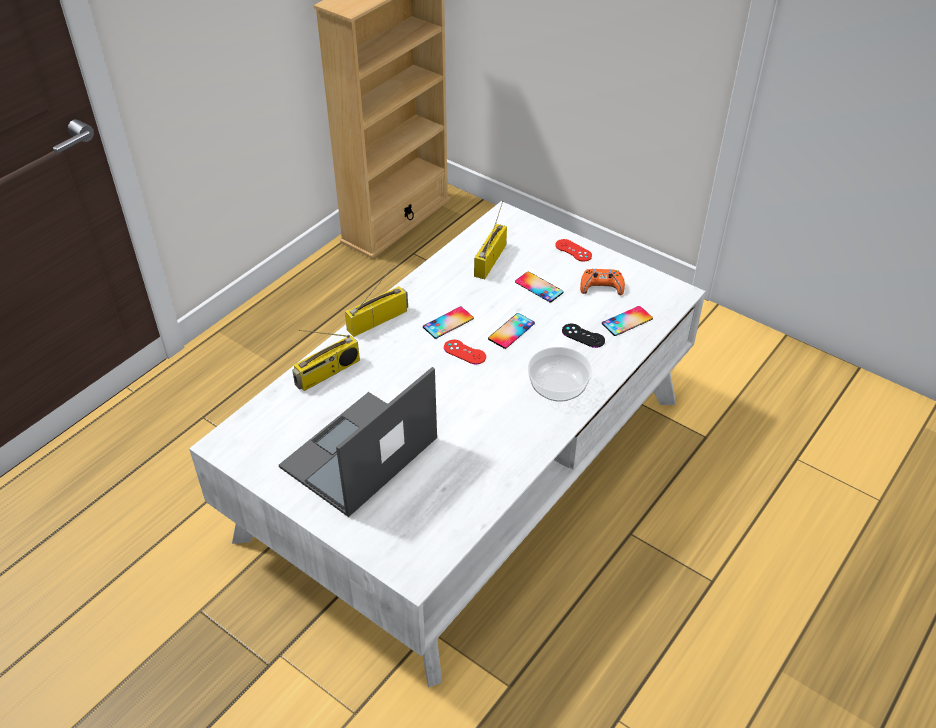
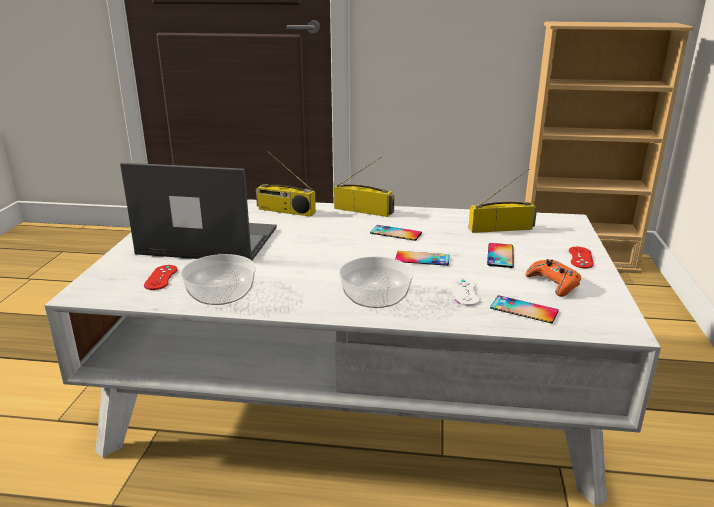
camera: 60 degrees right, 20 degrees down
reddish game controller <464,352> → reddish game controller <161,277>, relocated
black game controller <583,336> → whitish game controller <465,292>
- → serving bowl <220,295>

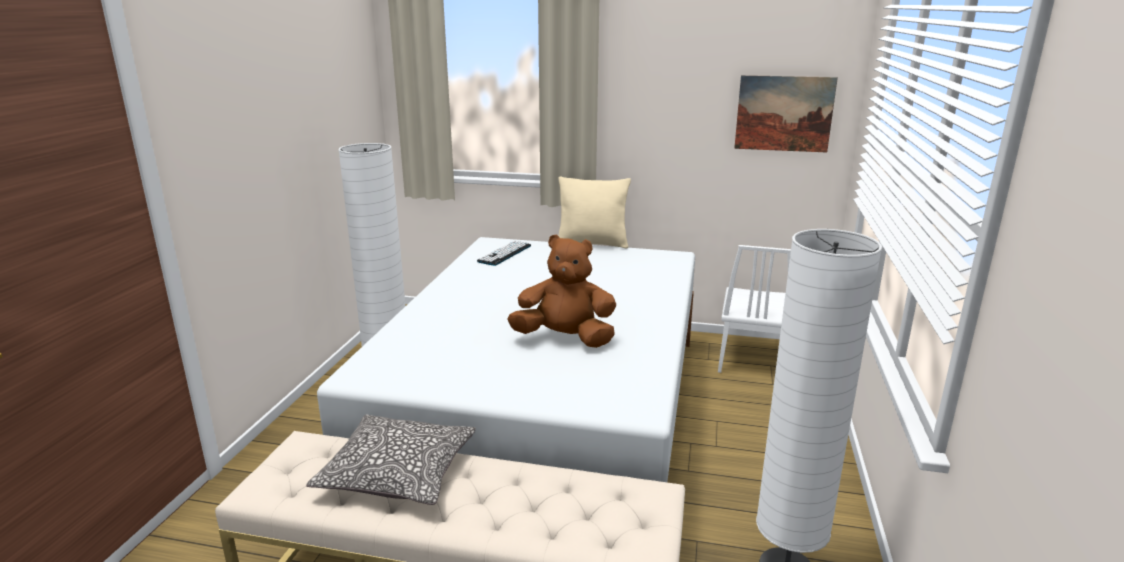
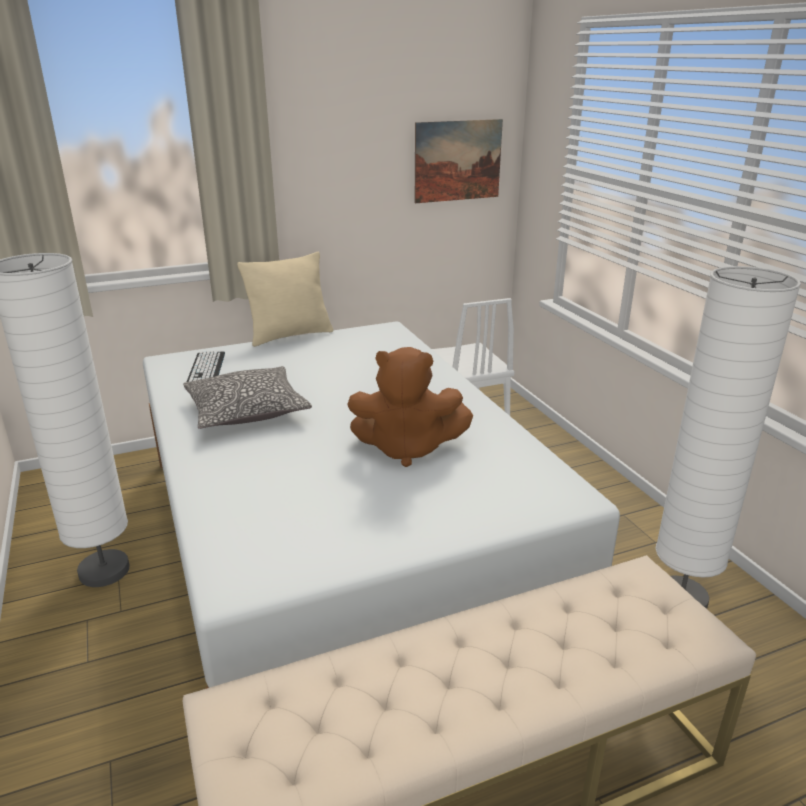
camera: 35 degrees left, 5 degrees up
pillow <398,473> → pillow <247,411>, relocated
brown cuddly toy <565,339> → brown cuddly toy <407,448>, 150 degrees counterclockwise

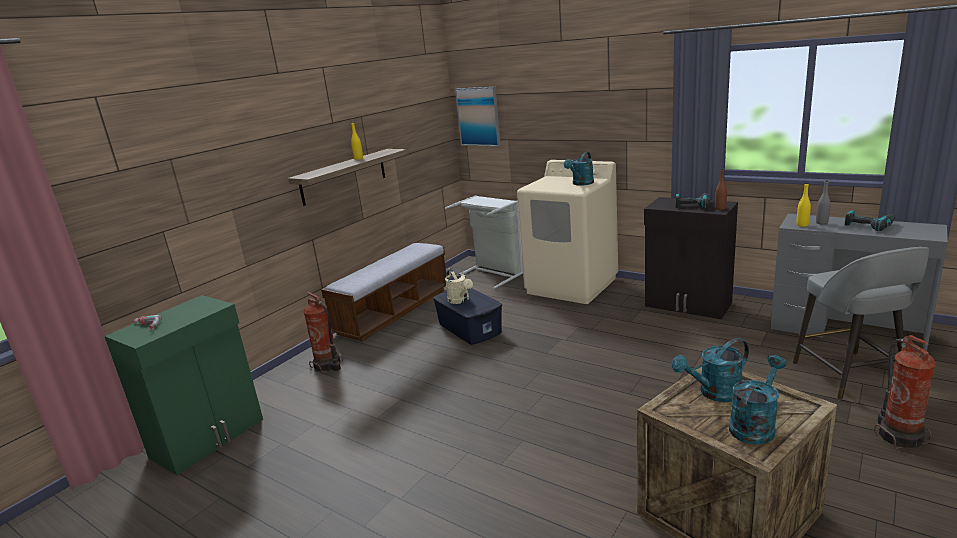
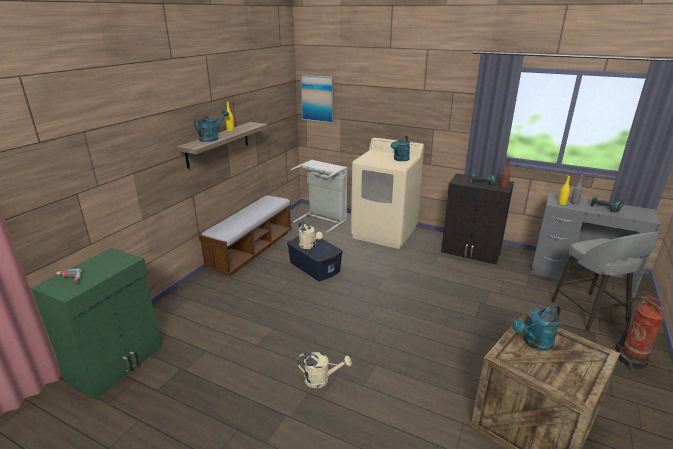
camera: 10 degrees left, 5 degrees up
extinguisher <328,366> → -
turquoise-coloured watering pot <754,425> → turquoise-coloured watering pot <212,138>, relocated
- → sand-coloured watering pot <321,379>

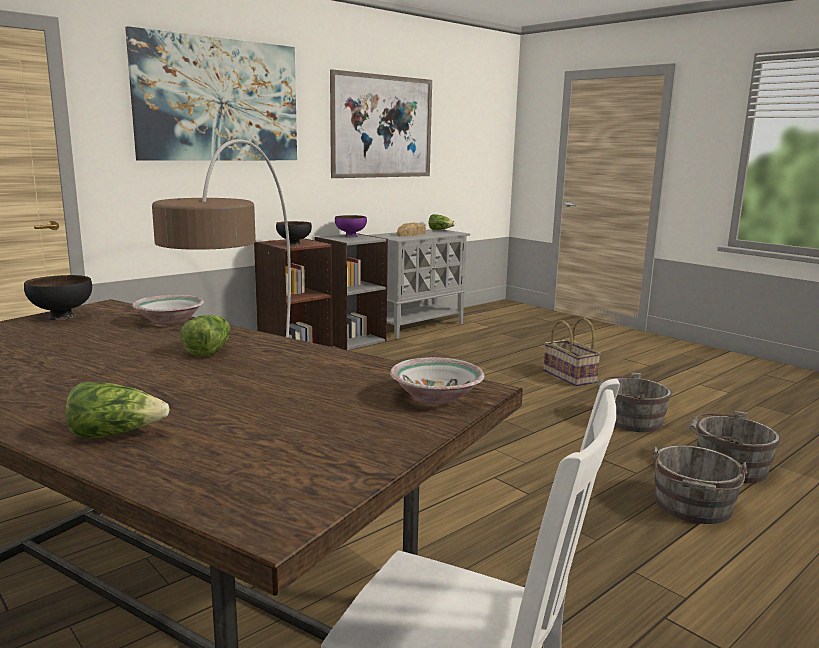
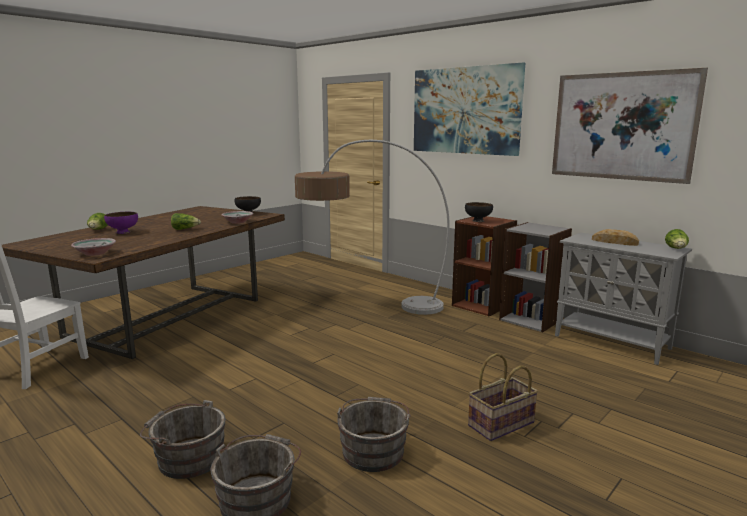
camera: 85 degrees right, 0 degrees up
purple serving bowl <351,236> → purple serving bowl <123,232>, relocated

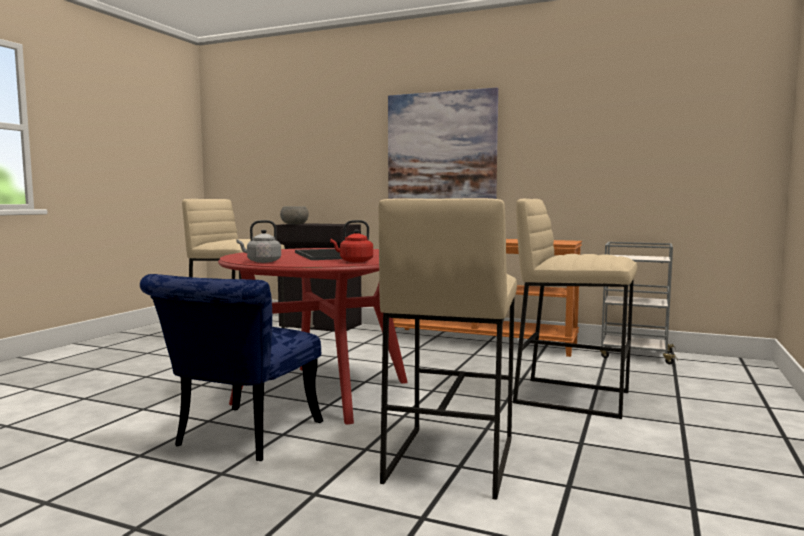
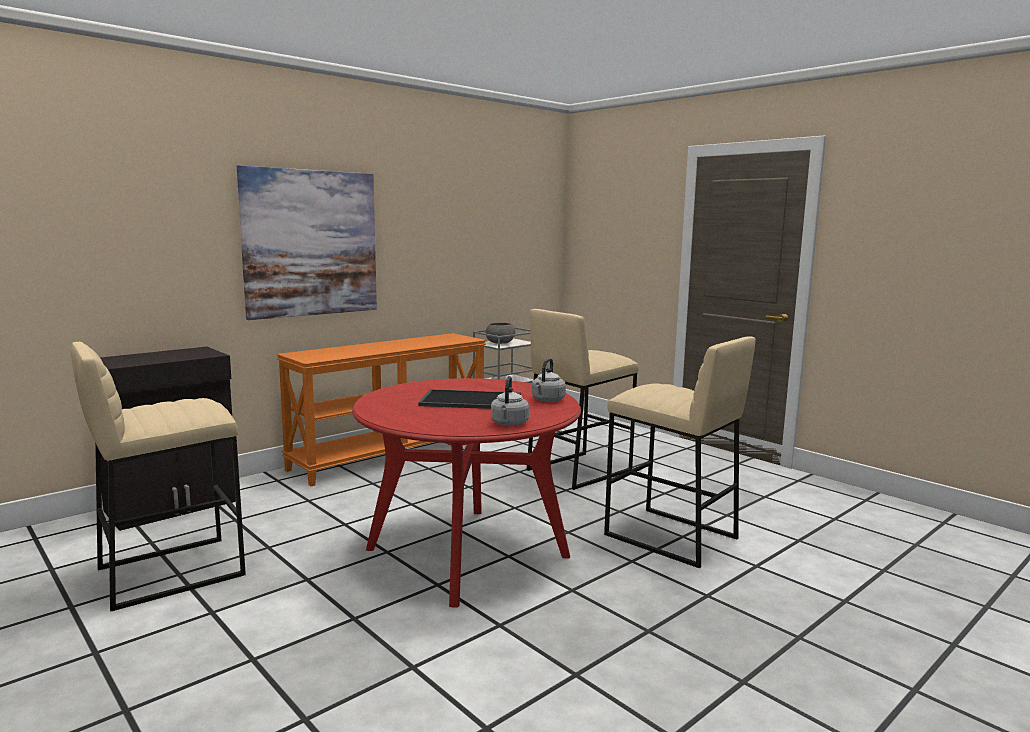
camera: 65 degrees left, 5 degrees up
bluish upright chair <240,438> → -
greyish serving bowl <295,224> → greyish serving bowl <500,343>, relocated
reddish water kettle <354,261> → greyish water kettle <547,400>

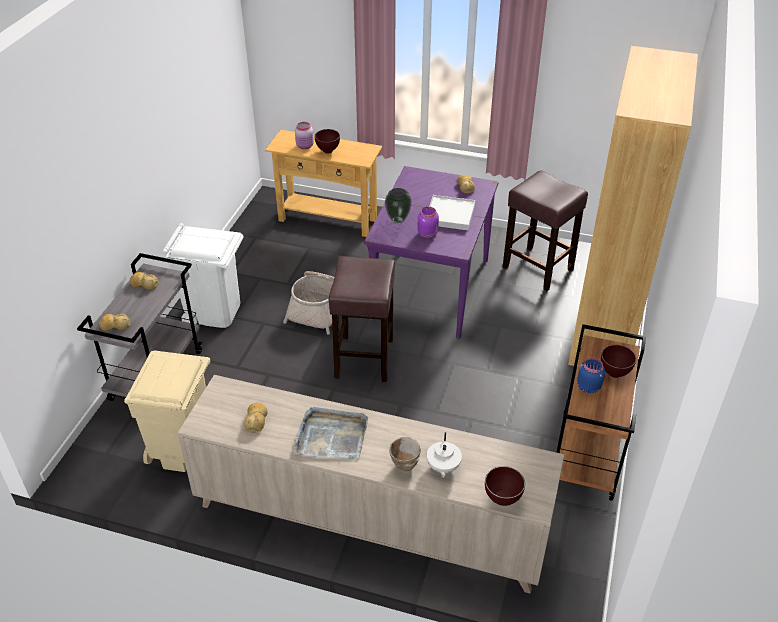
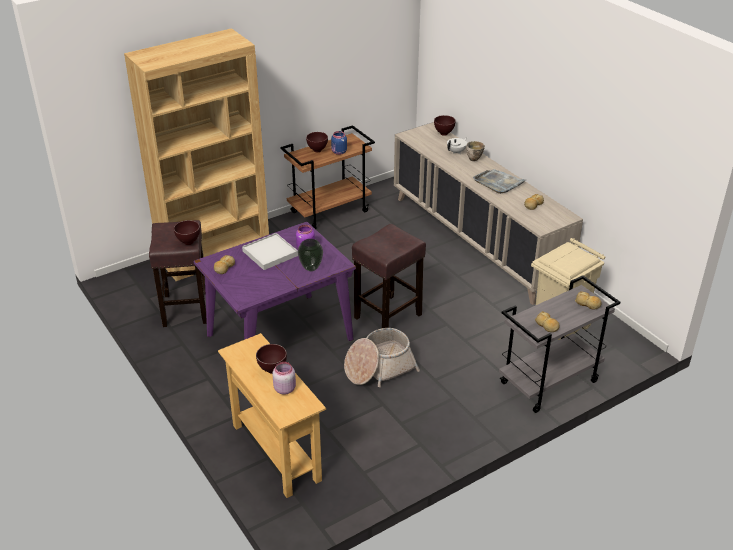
camera: 140 degrees left, 5 degrees down
whitish rubbish bin <214,311> → -
- → brown serving bowl <188,242>

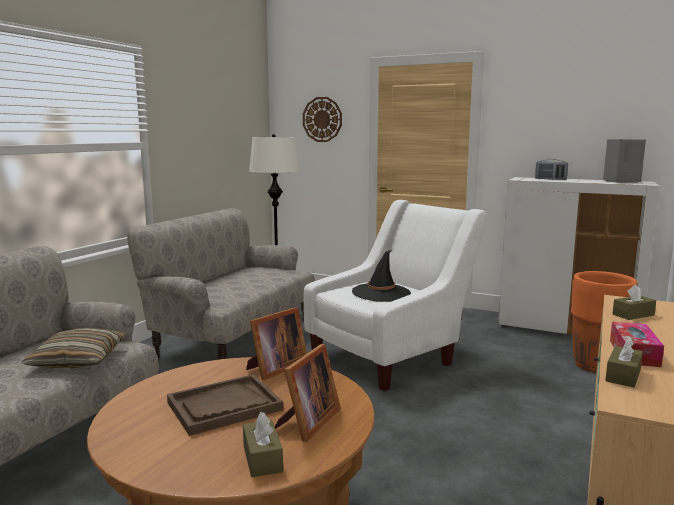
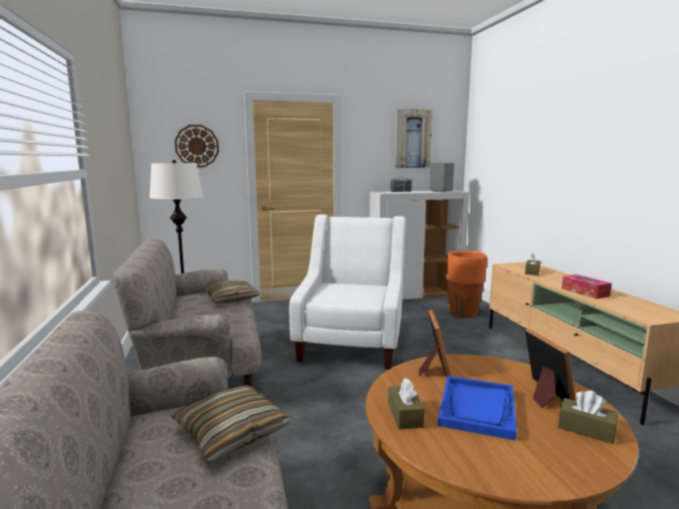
camera: 40 degrees left, 0 degrees up
brown serving tray <224,406> → bluish serving tray <477,408>
black wearable hat <381,293> → -
brown box of tissues <623,375> → brown box of tissues <405,415>, relocated
- → pillow <231,299>
- → wall art <412,139>

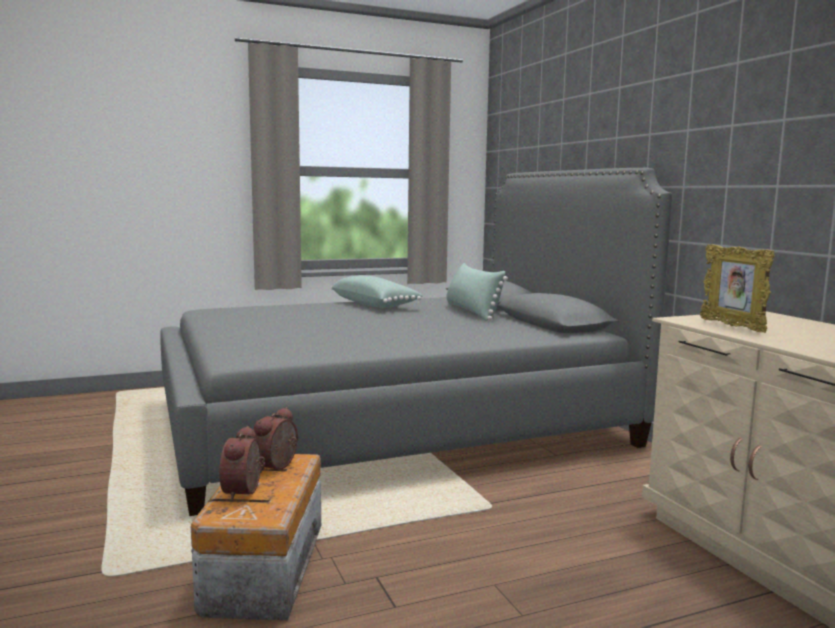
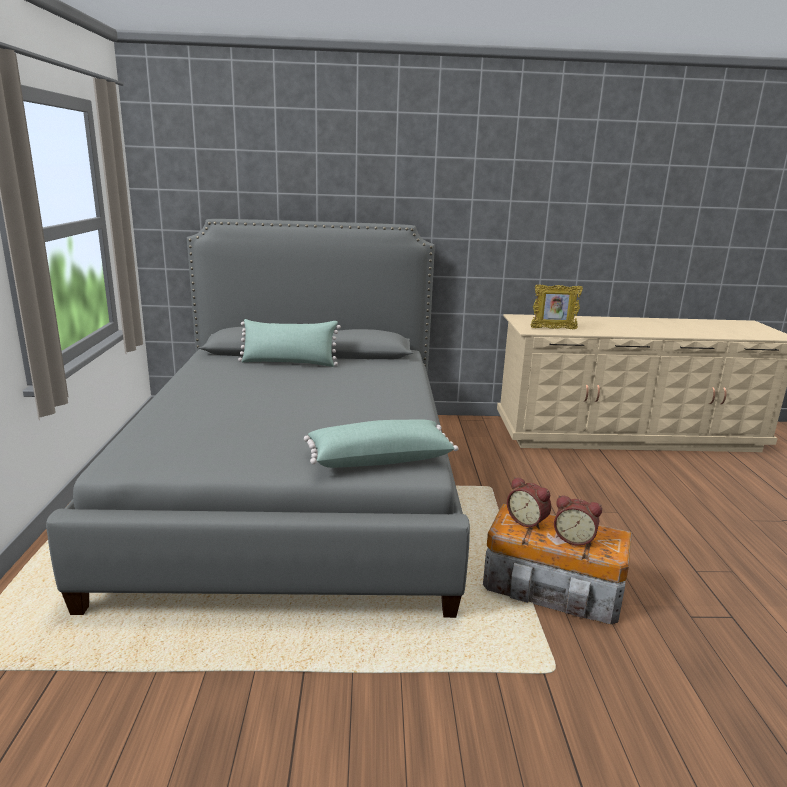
camera: 70 degrees left, 10 degrees up
greenish pillow <375,305> → greenish pillow <379,458>, relocated

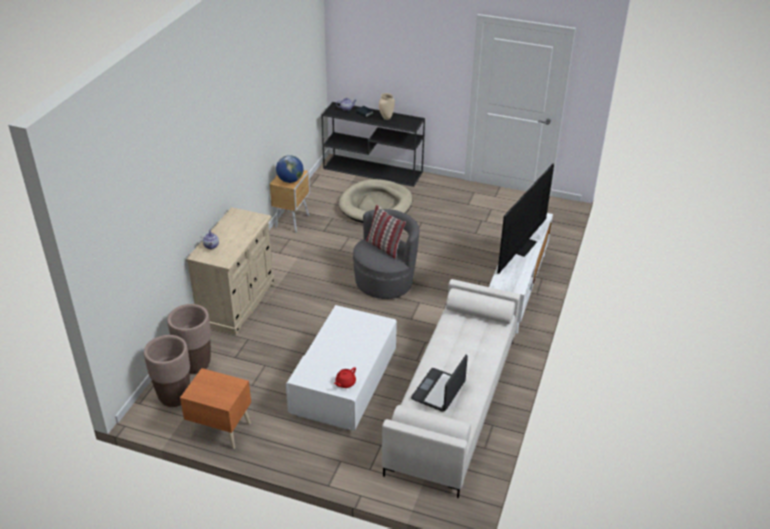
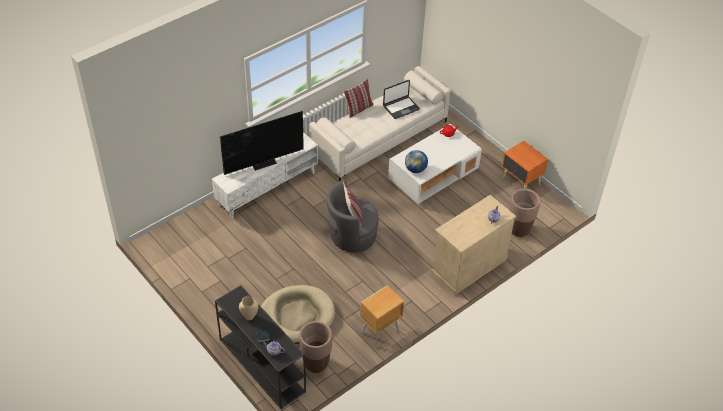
camera: 150 degrees left, 10 degrees up
brown flower pot <174,397> → brown flower pot <316,363>, relocated
desk globe <290,180> → desk globe <415,169>, relocated
- → pillow <358,109>

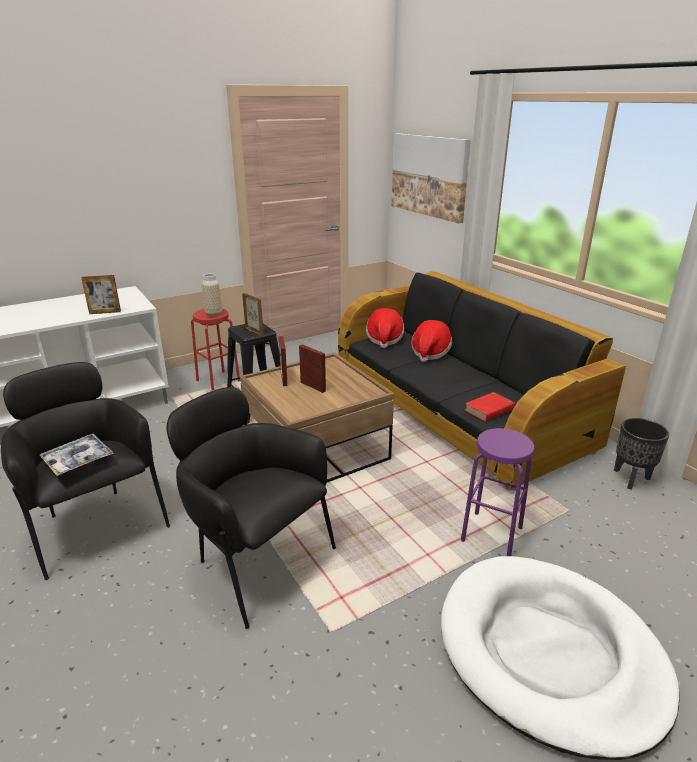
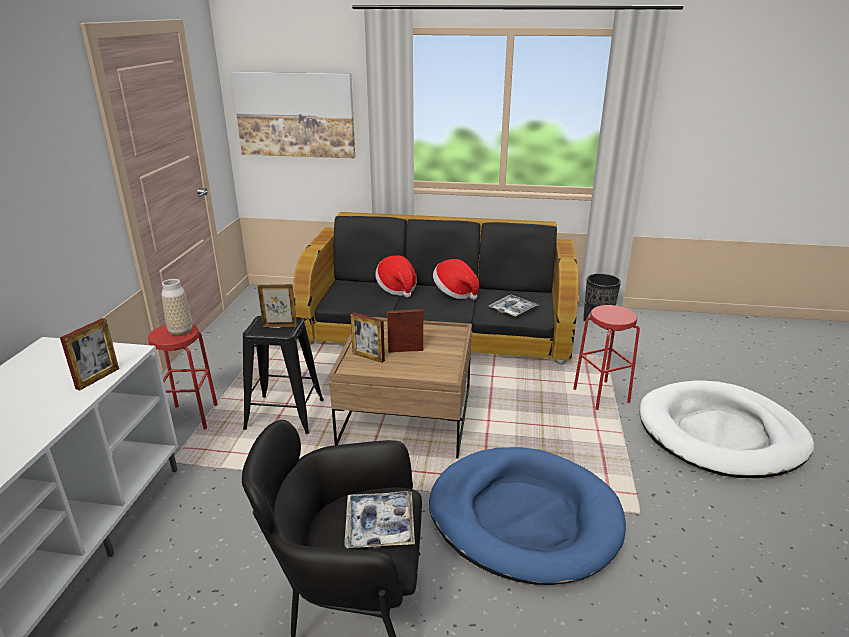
camera: 50 degrees left, 0 degrees up
black lounge chair <255,560> → bluish dog cushion <524,517>
wearable hat <384,339> → wearable hat <455,292>, relocated
purple stool seat <491,535> → reddish stool seat <601,395>
reddish book <489,410> → serving tray <513,310>

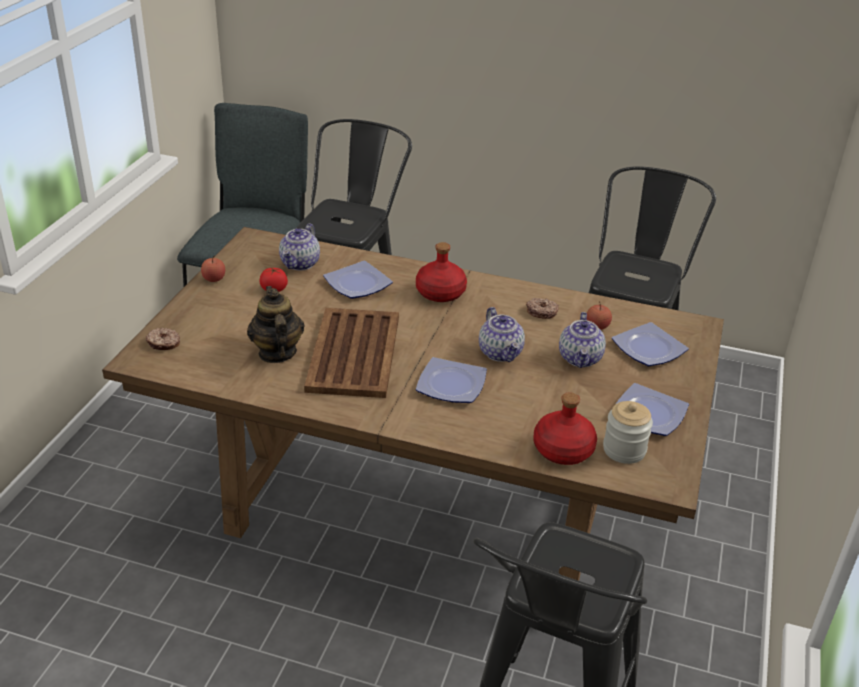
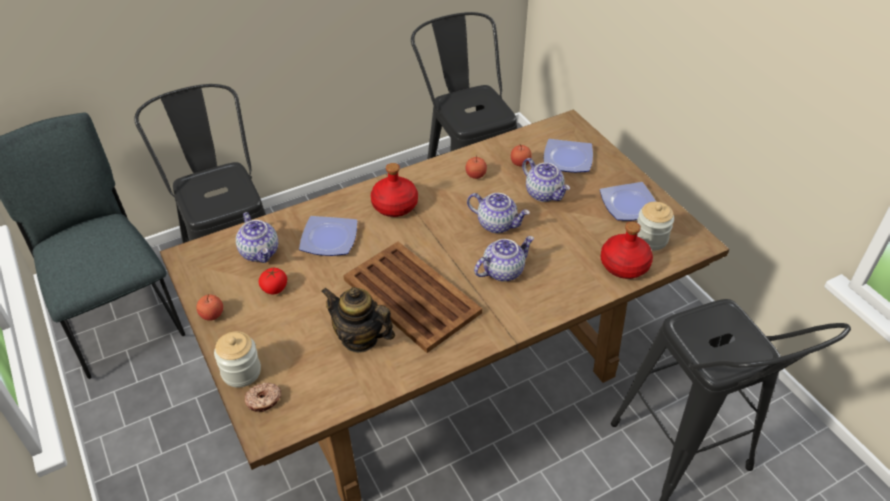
camera: 45 degrees left, 10 degrees up
plate <450,384> → tea pot <503,270>
doughnut <541,312> → whole apple <475,175>
- → jar <241,372>

